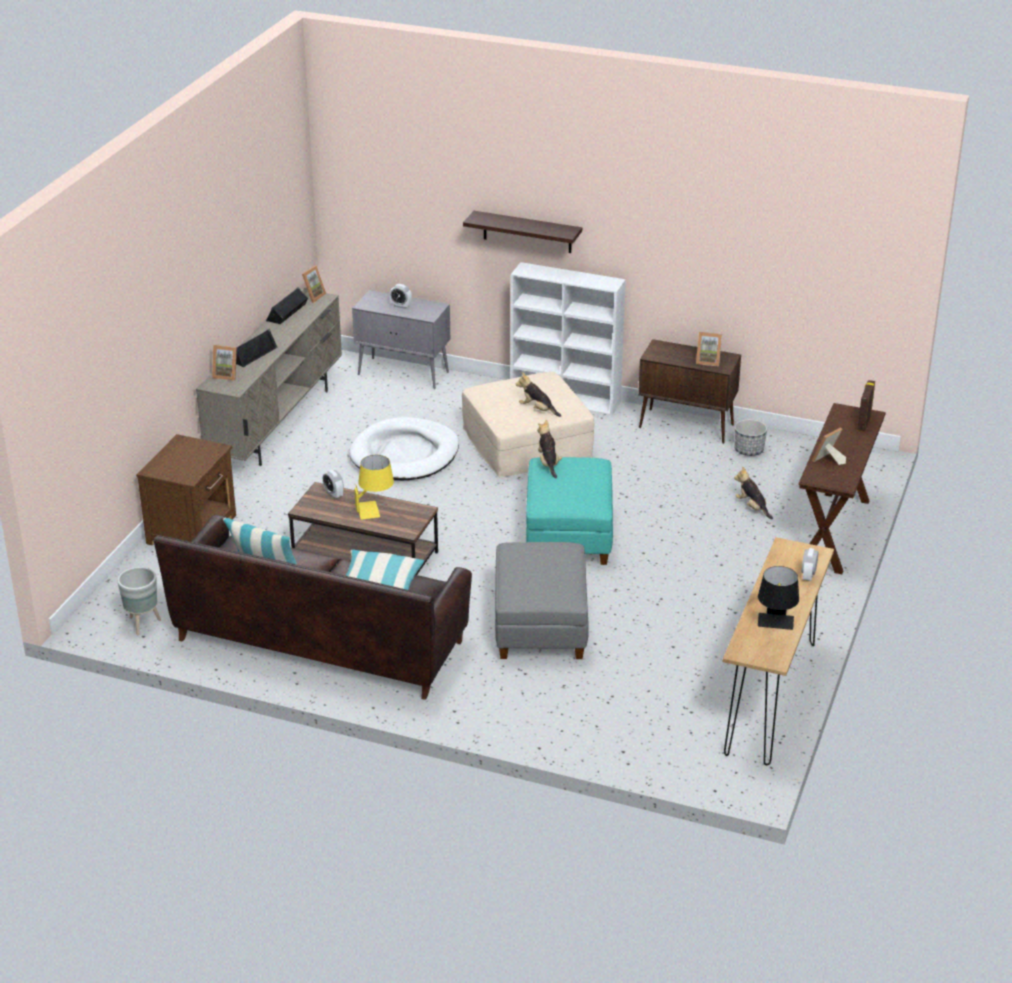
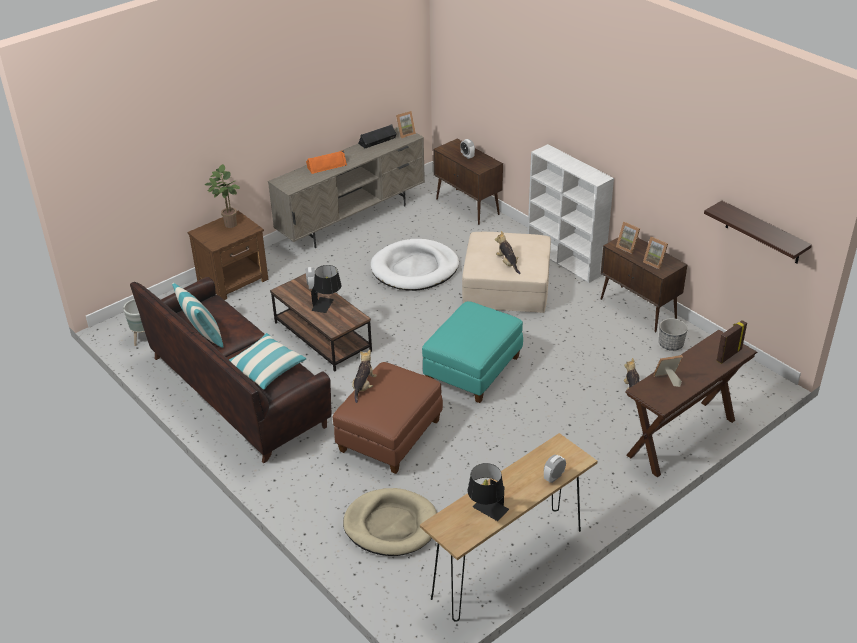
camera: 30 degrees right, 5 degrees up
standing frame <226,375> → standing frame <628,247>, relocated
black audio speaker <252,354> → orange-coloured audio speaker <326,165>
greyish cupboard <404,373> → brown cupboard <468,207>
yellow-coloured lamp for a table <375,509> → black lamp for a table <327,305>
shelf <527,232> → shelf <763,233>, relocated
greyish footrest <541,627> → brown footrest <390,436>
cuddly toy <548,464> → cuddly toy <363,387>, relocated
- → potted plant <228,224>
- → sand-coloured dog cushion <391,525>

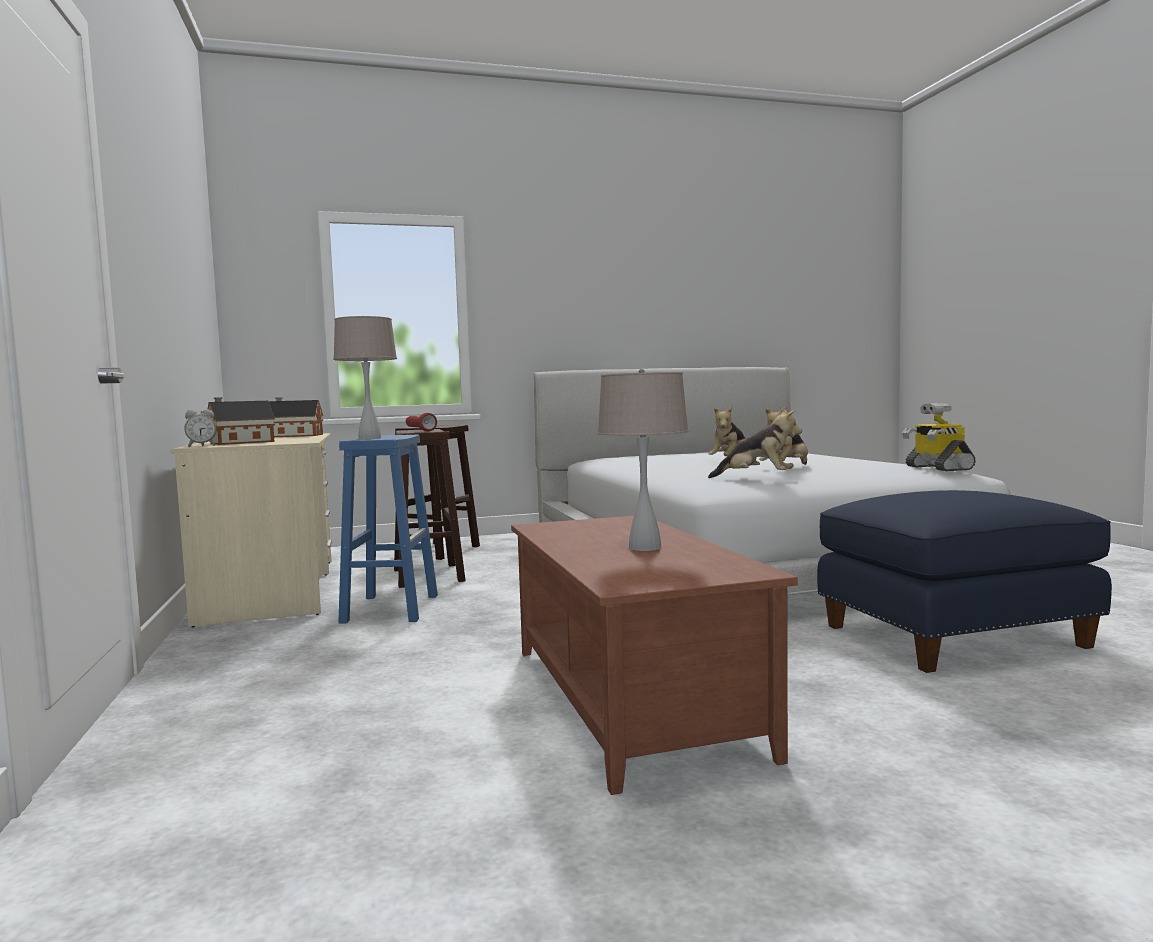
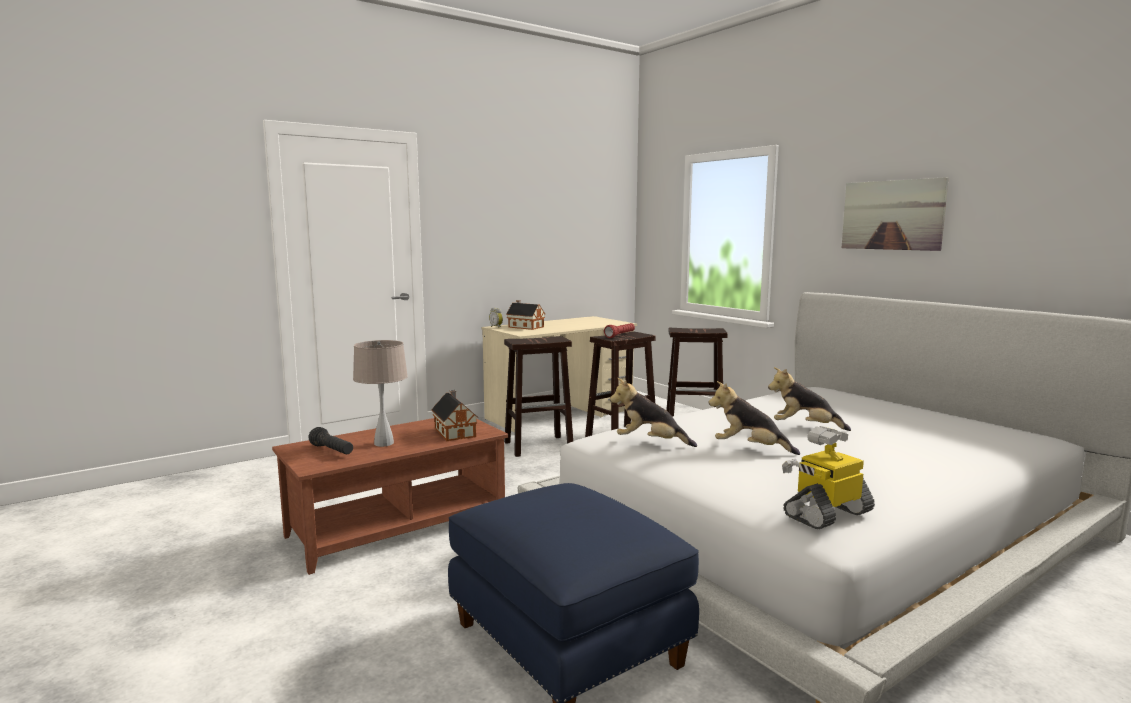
camera: 70 degrees right, 5 degrees up
miniature house <294,436> → miniature house <455,432>, relocated
sand-coloured lamp for a table <370,438> → -
bluish stool seat <391,608> → brown stool seat <539,446>
cuddly toy <756,478> → cuddly toy <650,443>, 105 degrees clockwise
- → black hand torch <332,451>
- → wall art <892,215>

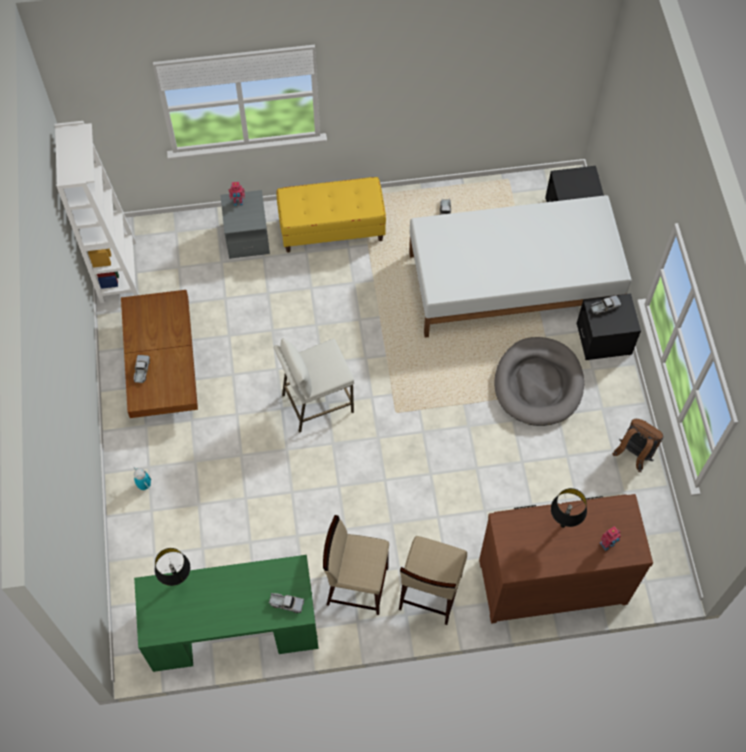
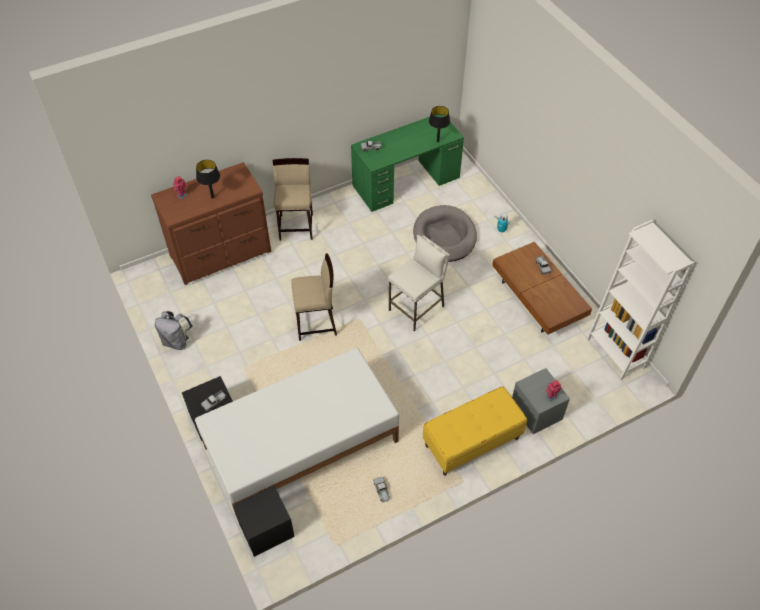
camera: 160 degrees right, 10 degrees down
sand-coloured stool seat <357,585> → sand-coloured stool seat <316,324>, relocated
greyish dog cushion <538,384> → greyish dog cushion <444,236>, relocated
brown knapsack <634,454> → greyish knapsack <177,341>

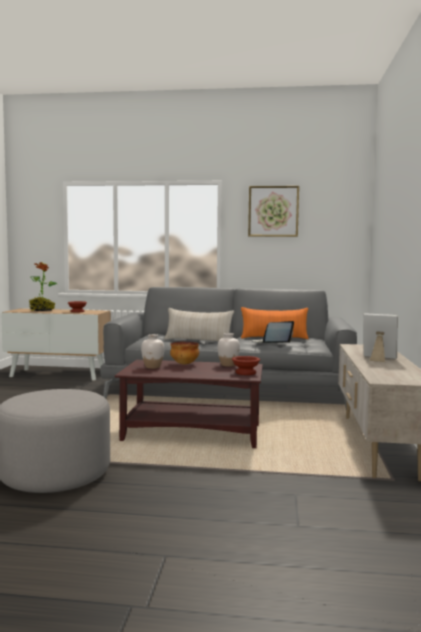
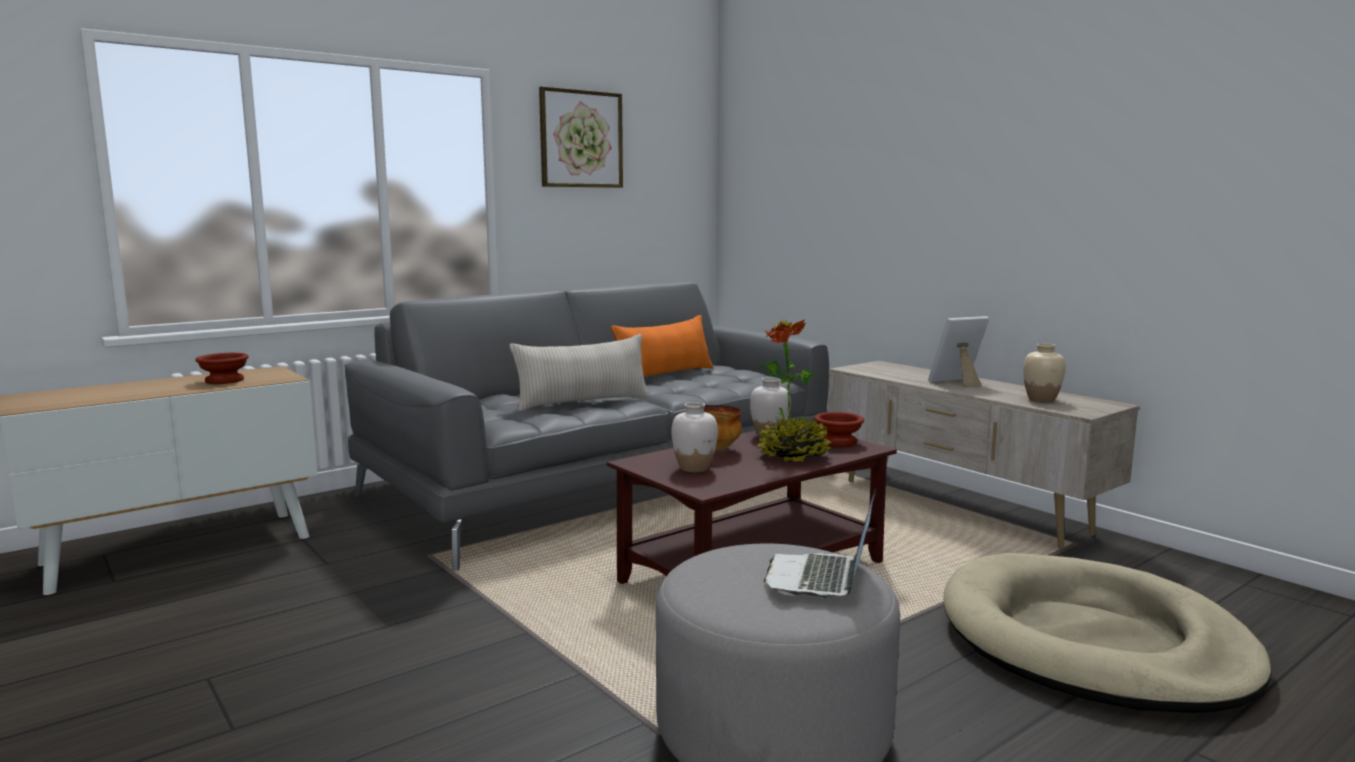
camera: 45 degrees left, 5 degrees up
potted plant <42,311> → potted plant <793,456>, relocated
laptop <269,343> → laptop <820,579>, relocated
- → sand-coloured dog cushion <1092,642>
- → sand-coloured vase <1041,399>

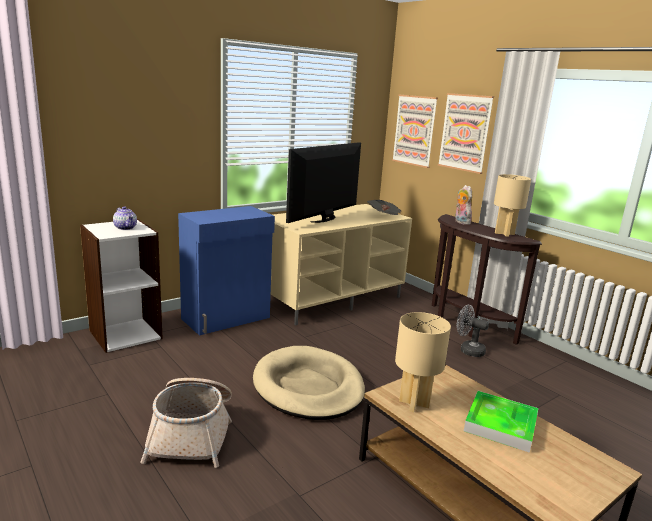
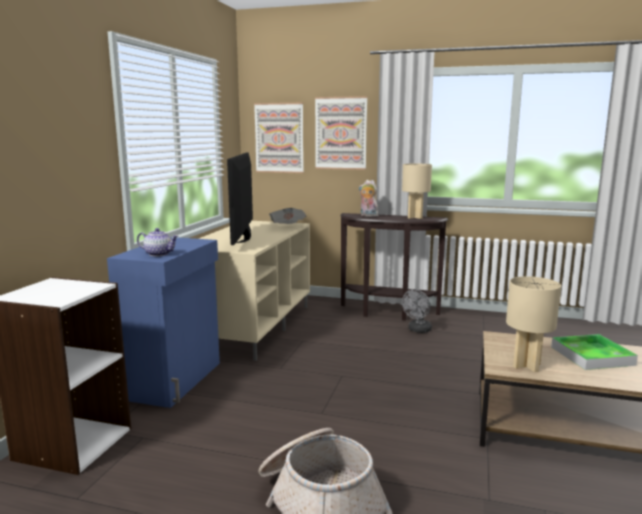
camera: 35 degrees left, 5 degrees down
tea pot <126,228> → tea pot <159,254>, relocated
sand-coloured dog cushion <308,387> → -
greyish electric fan <468,350> → greyish electric fan <418,330>, 45 degrees counterclockwise

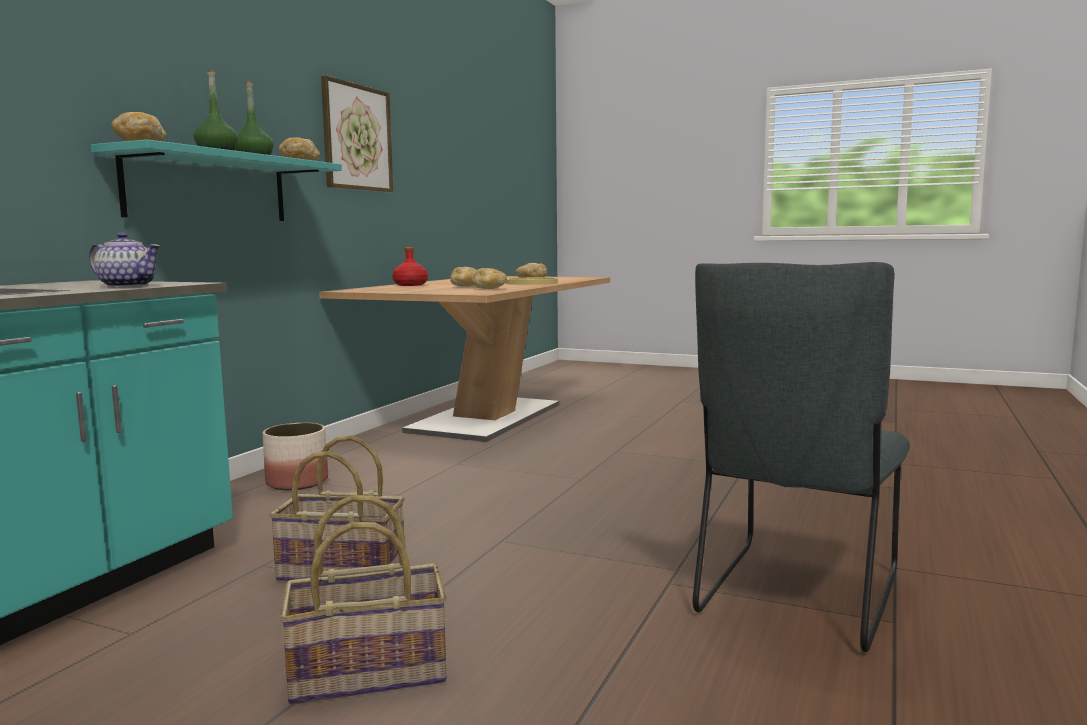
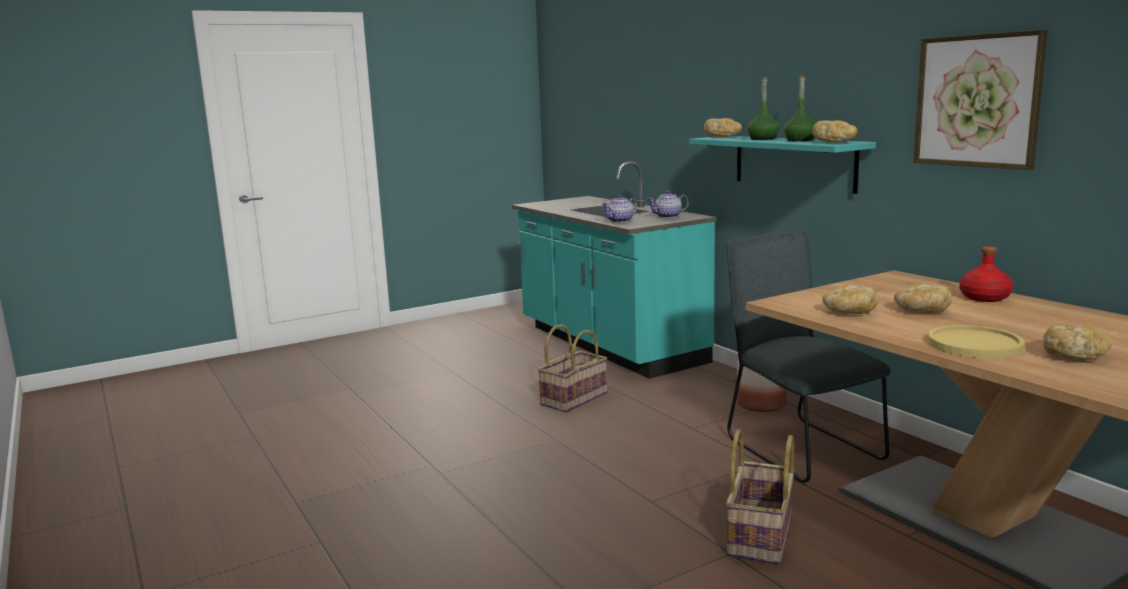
camera: 125 degrees right, 5 degrees up
household basket <369,671> → household basket <761,536>, relocated
greyish upright chair <795,599> → greyish upright chair <798,447>, relocated
- → tea pot <668,216>

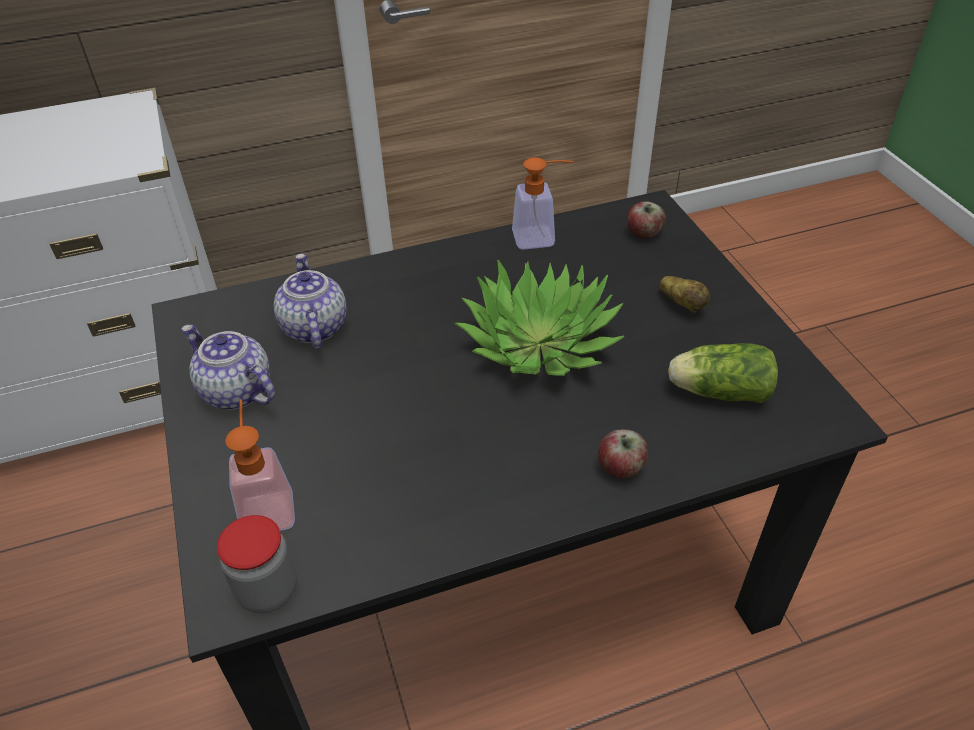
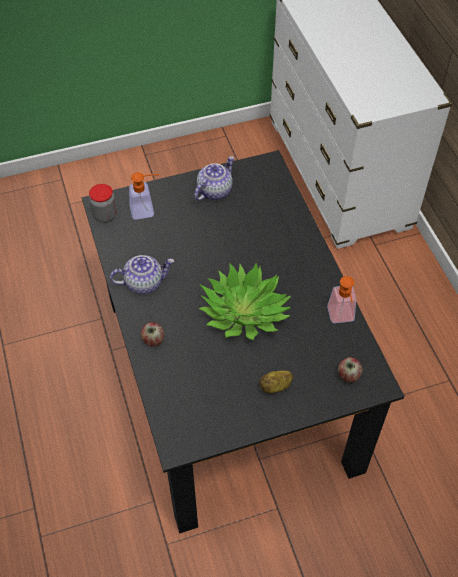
camera: 90 degrees right, 10 degrees up
tea pot <313,327> → tea pot <144,282>, relocated
lettuce <716,391> → -

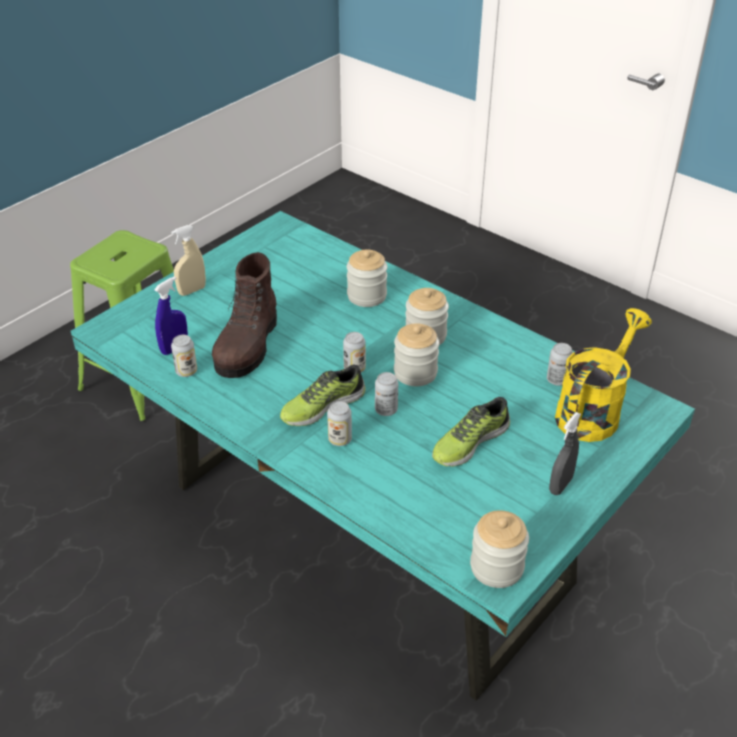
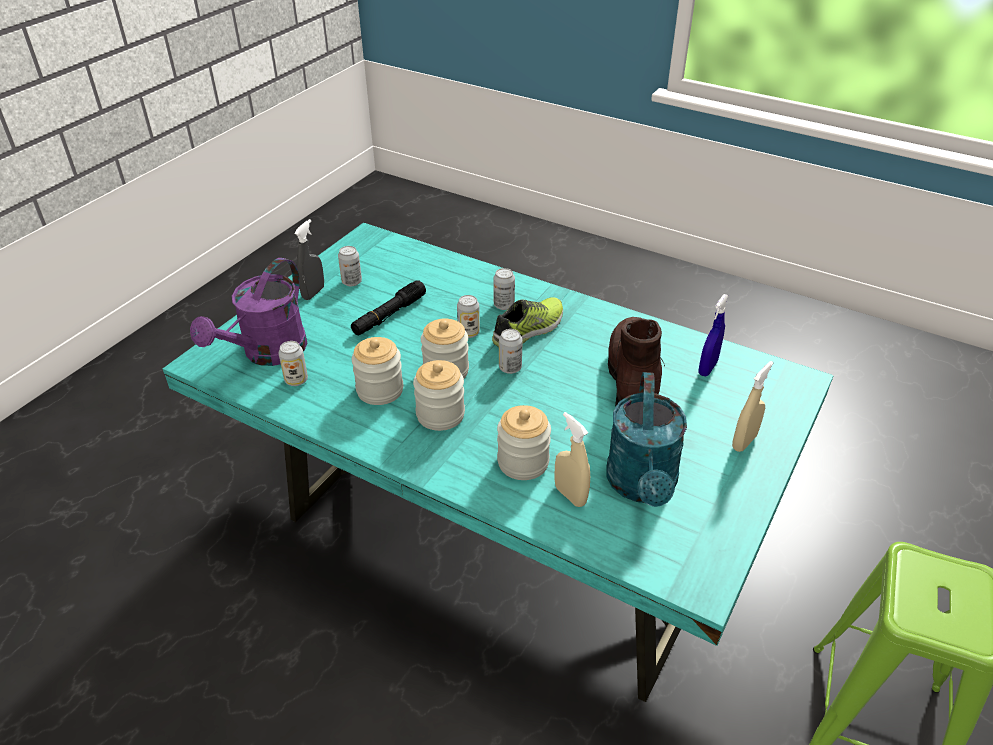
camera: 170 degrees right, 0 degrees up
metal can <186,371> → metal can <352,282>, relocated
item of footwear <469,442> → black hand torch <389,315>
jar <496,567> → jar <380,390>, relocated
yellow-coloured watering pot <593,411> → purple watering pot <267,353>
- → sand-coloured hand sprayer <570,495>
- → turquoise-coloured watering pot <642,486>

